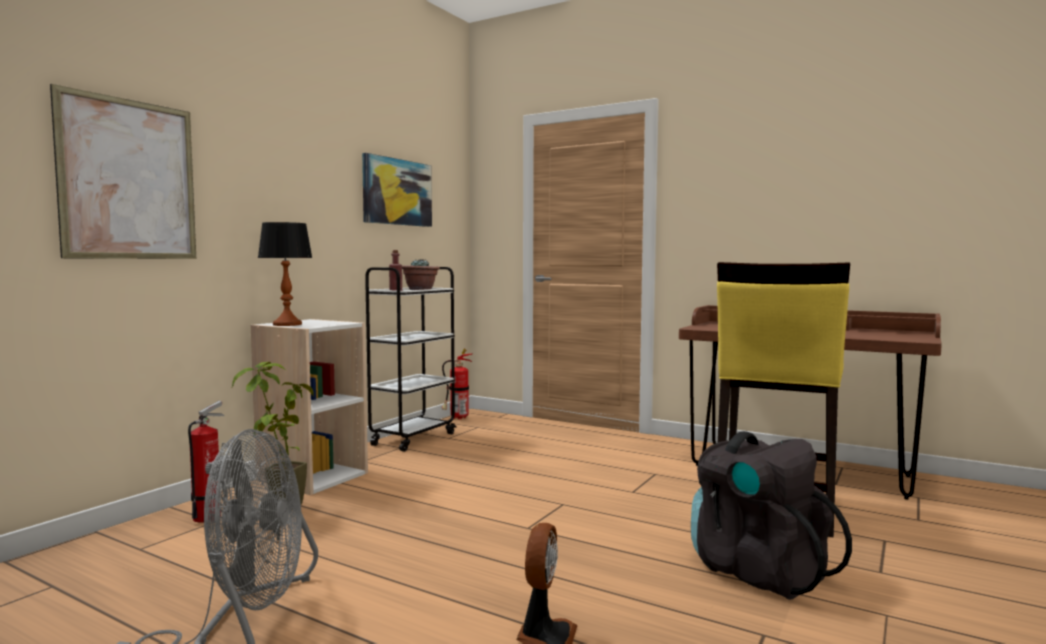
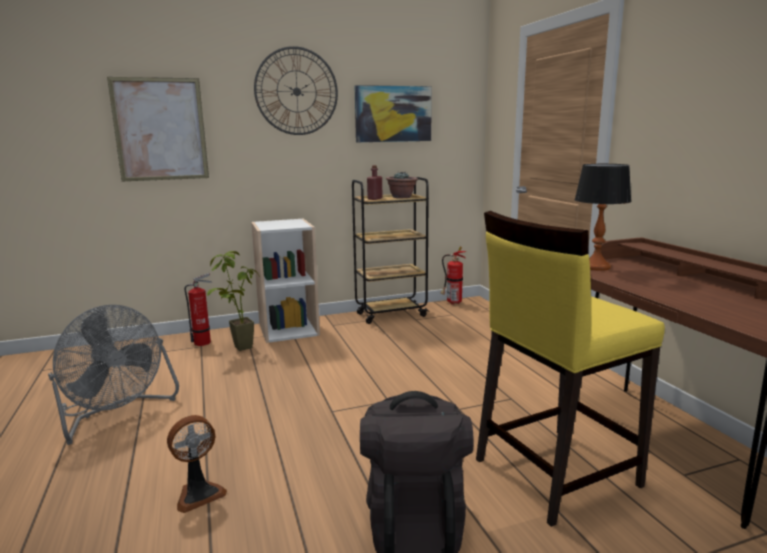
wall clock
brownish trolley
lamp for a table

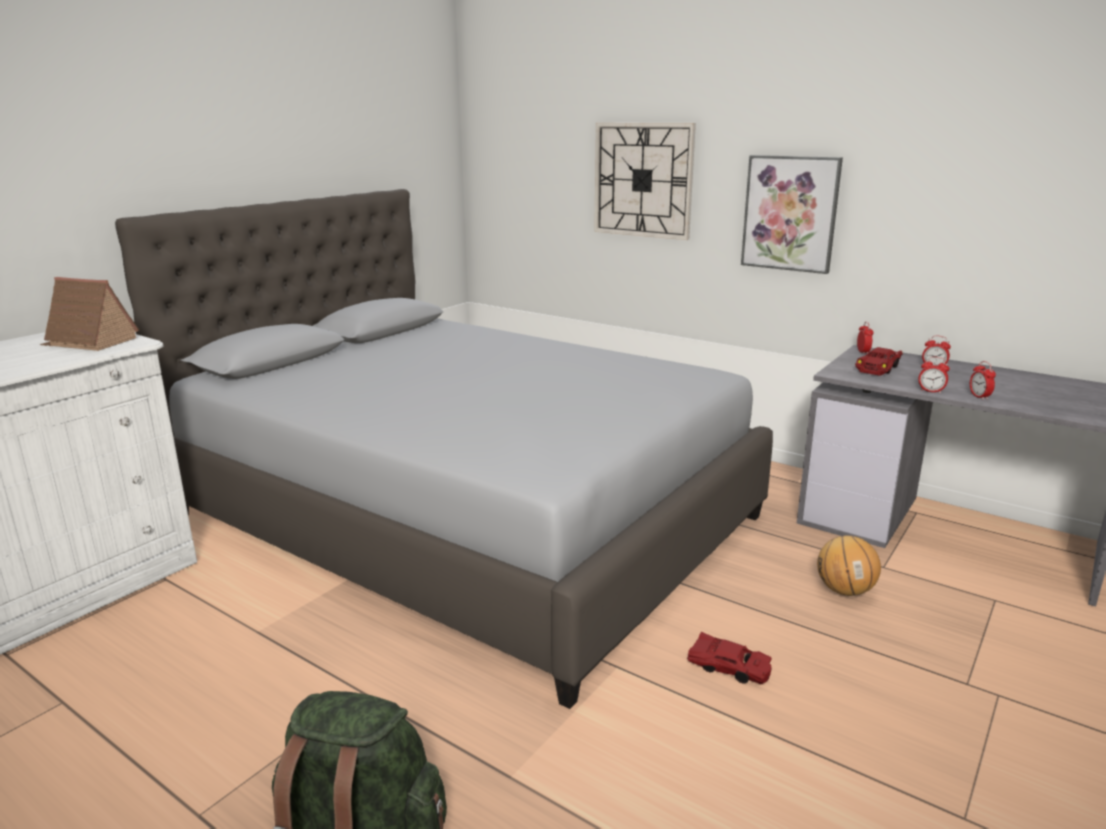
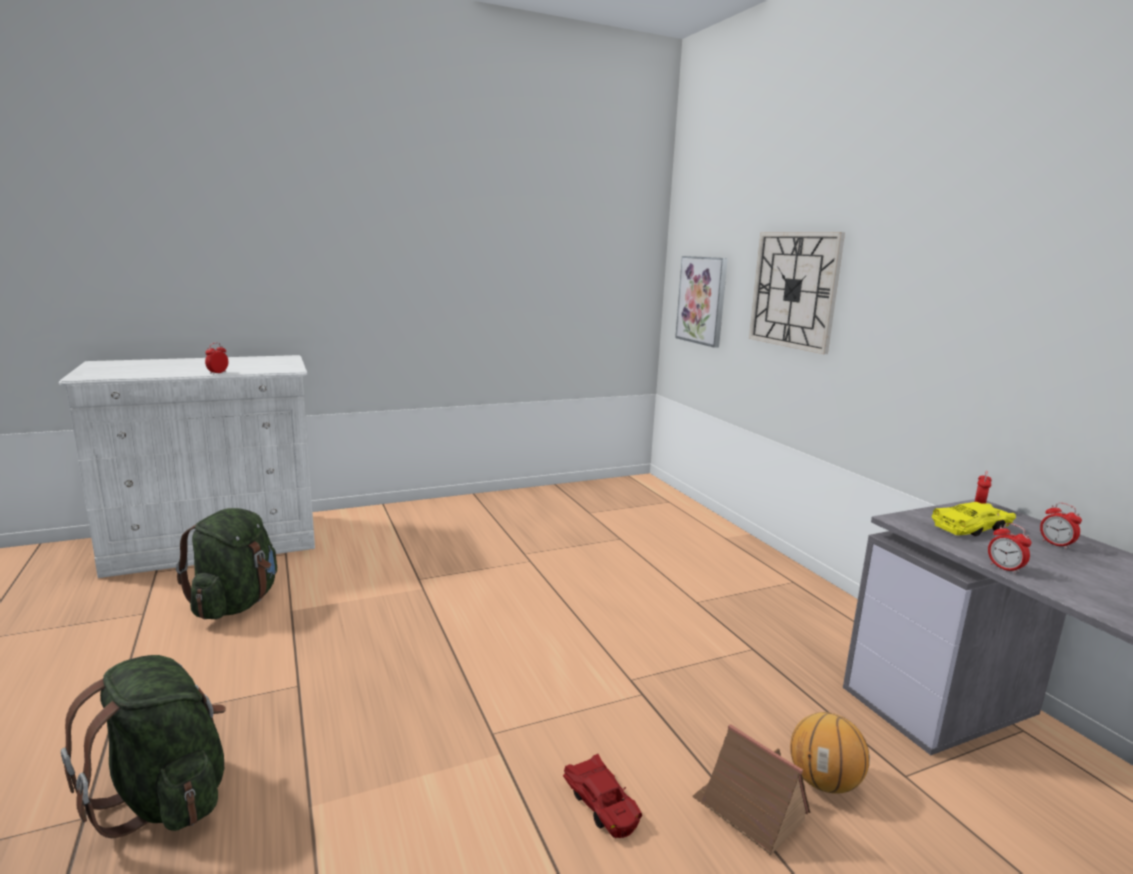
green backpack (2nd from left)
table clock (1st from left)
picture
miniature house
yellow-coloured model car
greyish sleeping bed

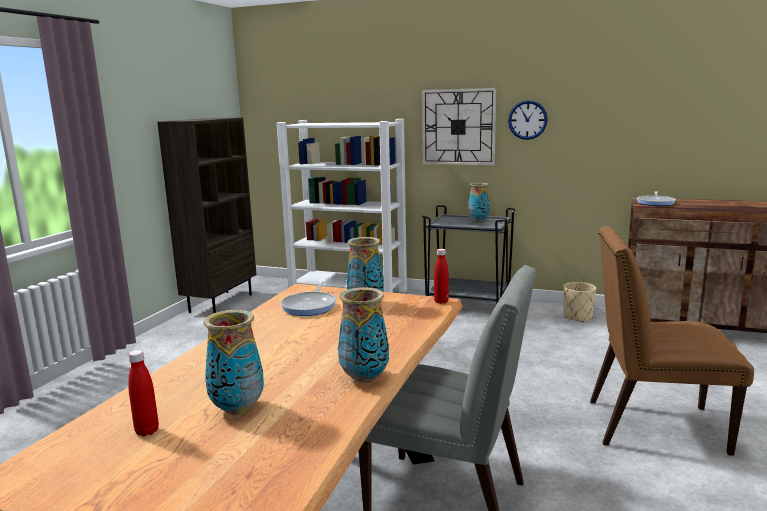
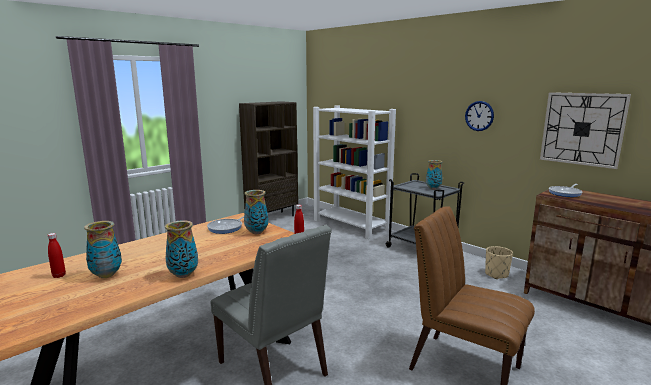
wall clock (2nd from left)

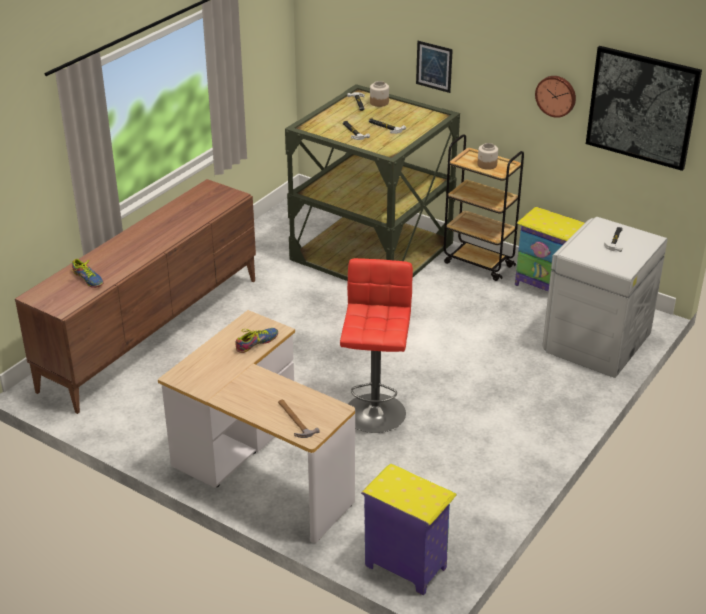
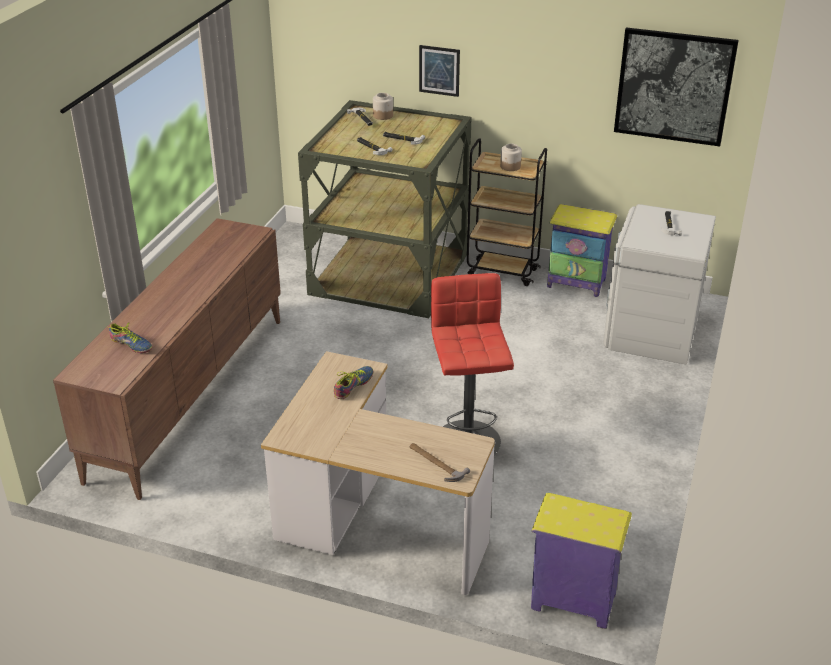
wall clock

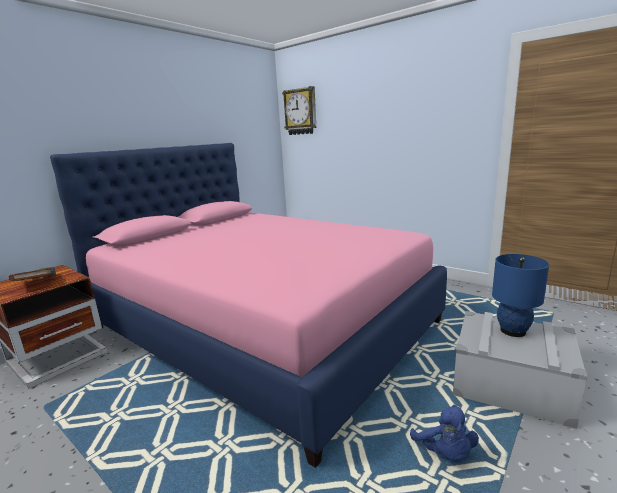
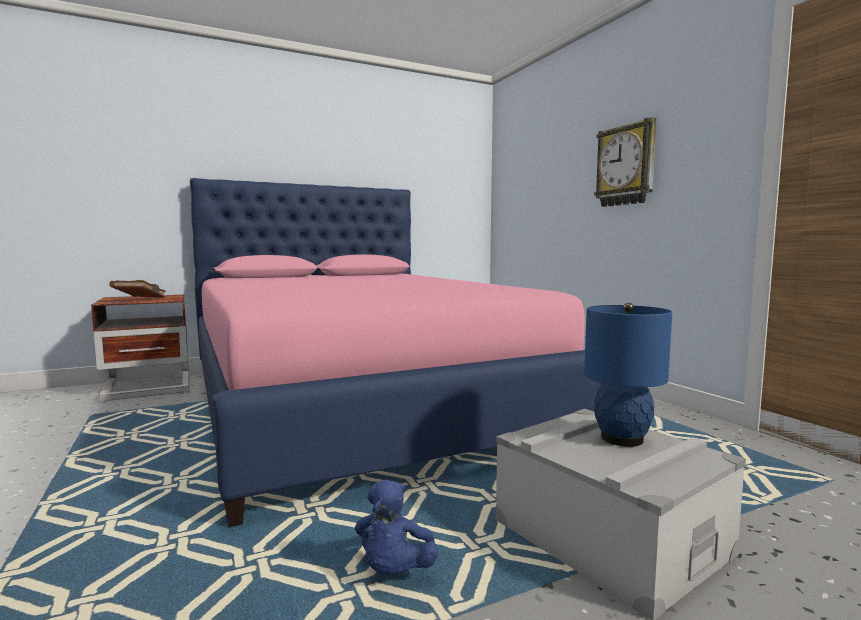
wall clock

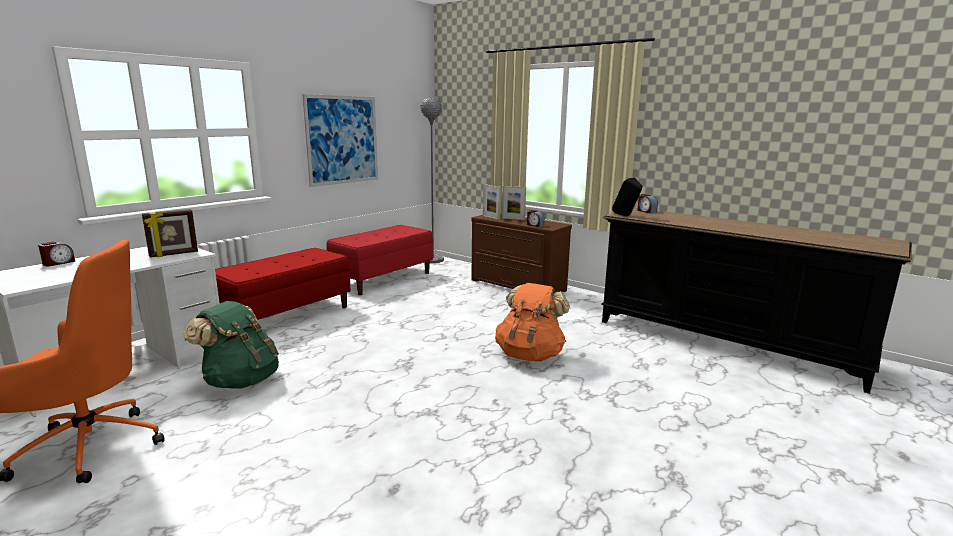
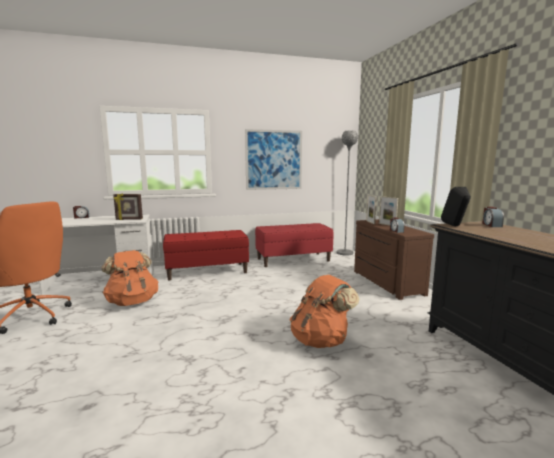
orange backpack (1st from left)

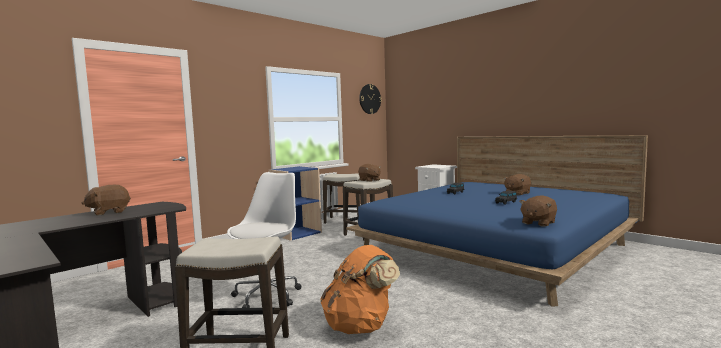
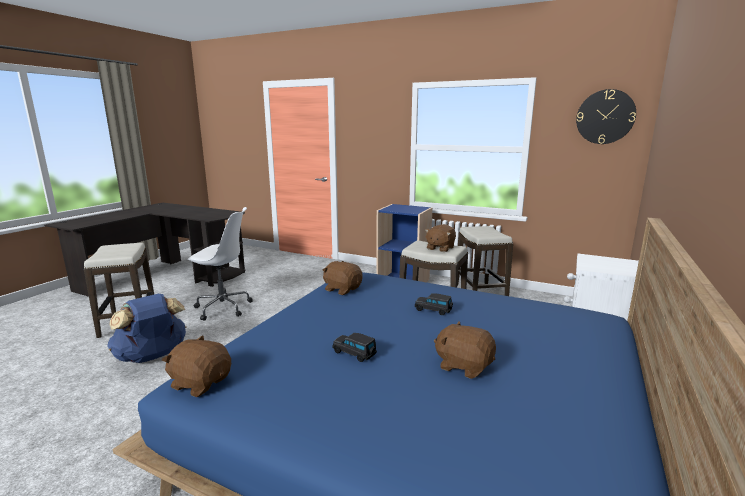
bluish backpack
brownish soft toy (2nd from left)

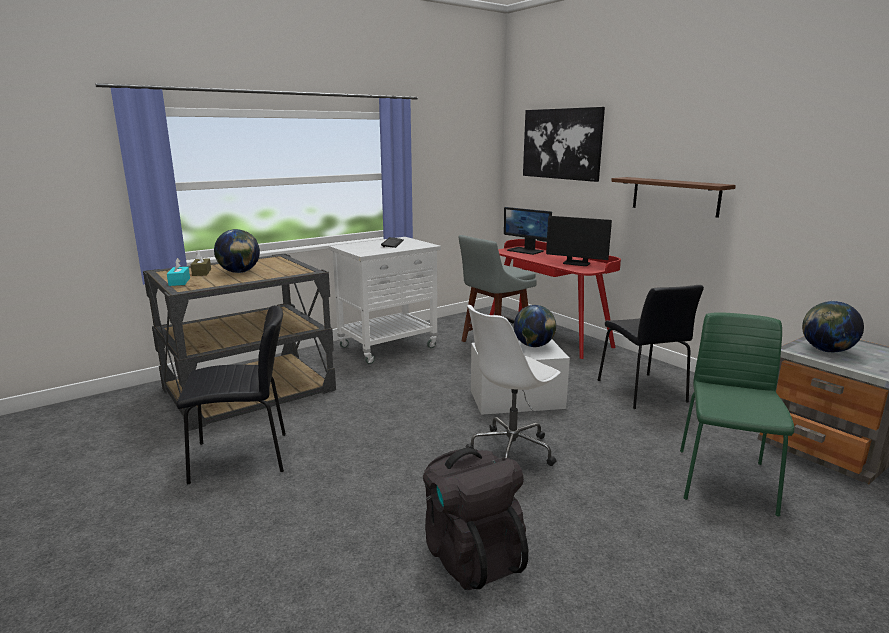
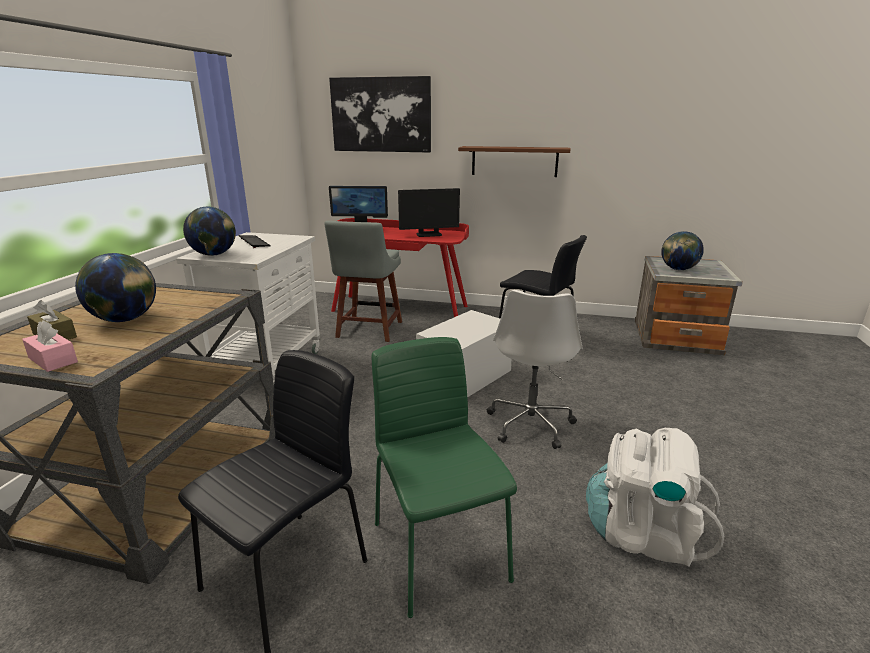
pink-coloured tissue holder
world globe (2nd from left)
green chair
whitish backpack

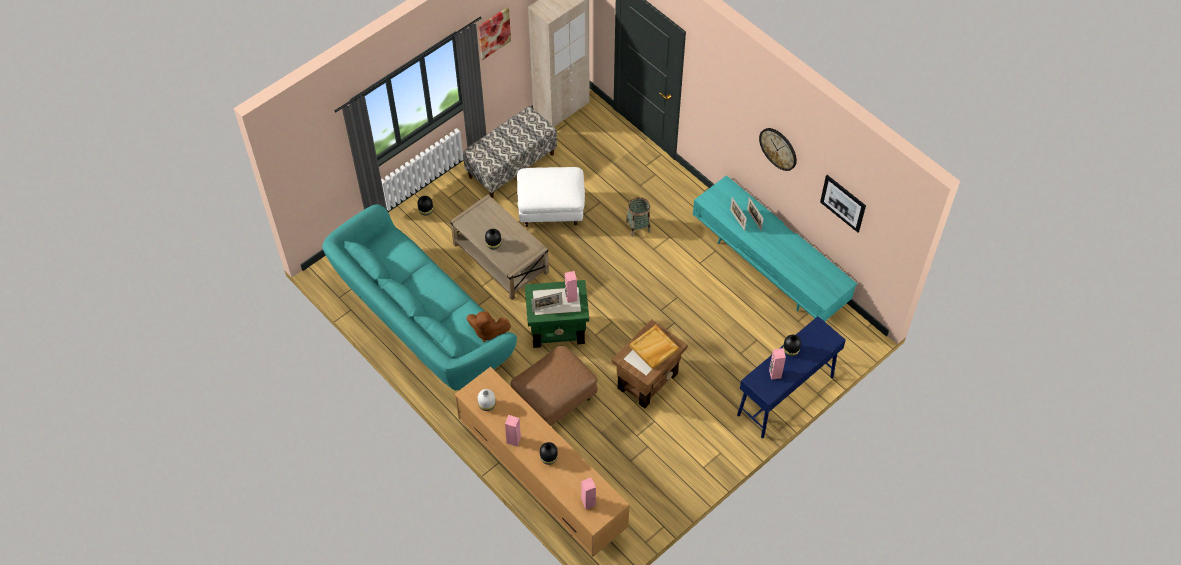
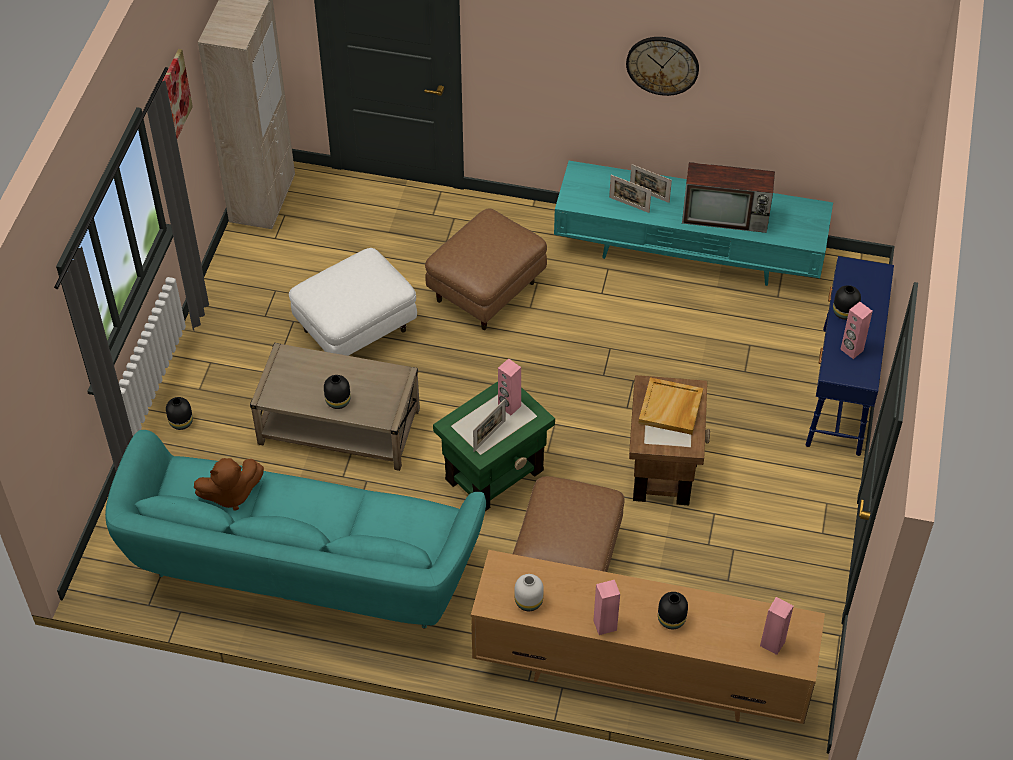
brownish soft toy
brownish footrest (1st from left)
television
bench
picture (2nd from left in the first image)

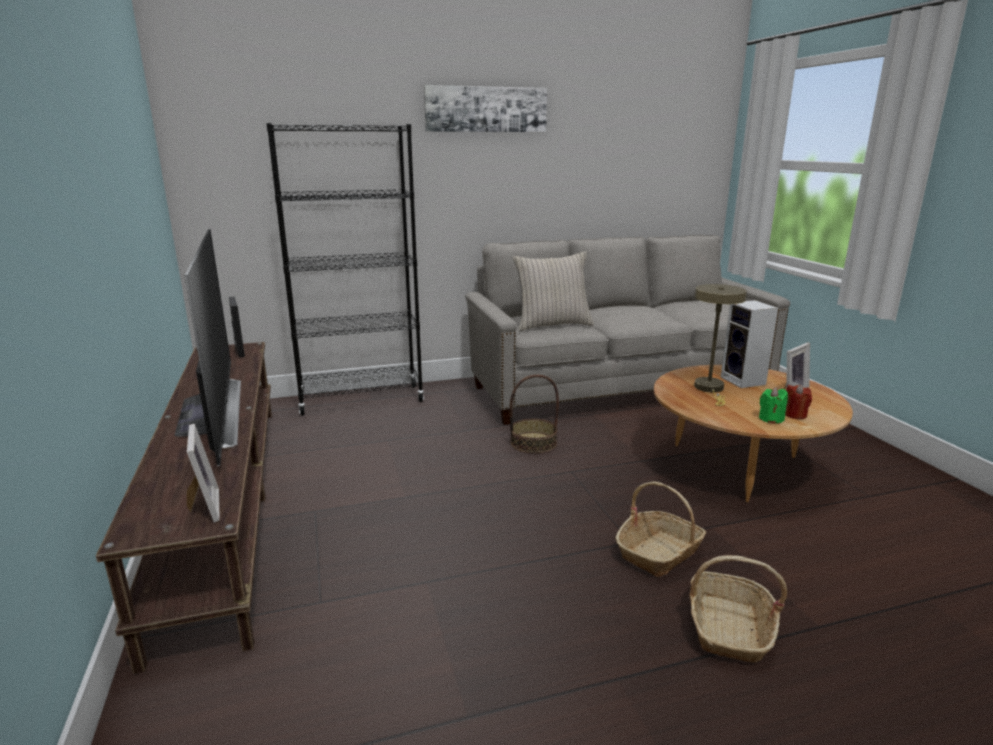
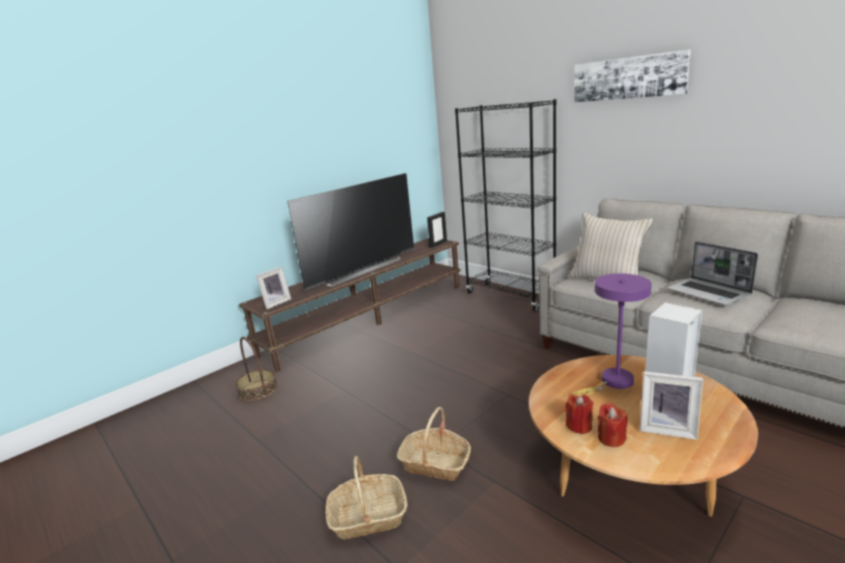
basket (1st from left)
red-coloured candle (1st from left)
purple-coloured lamp for a table
laptop

